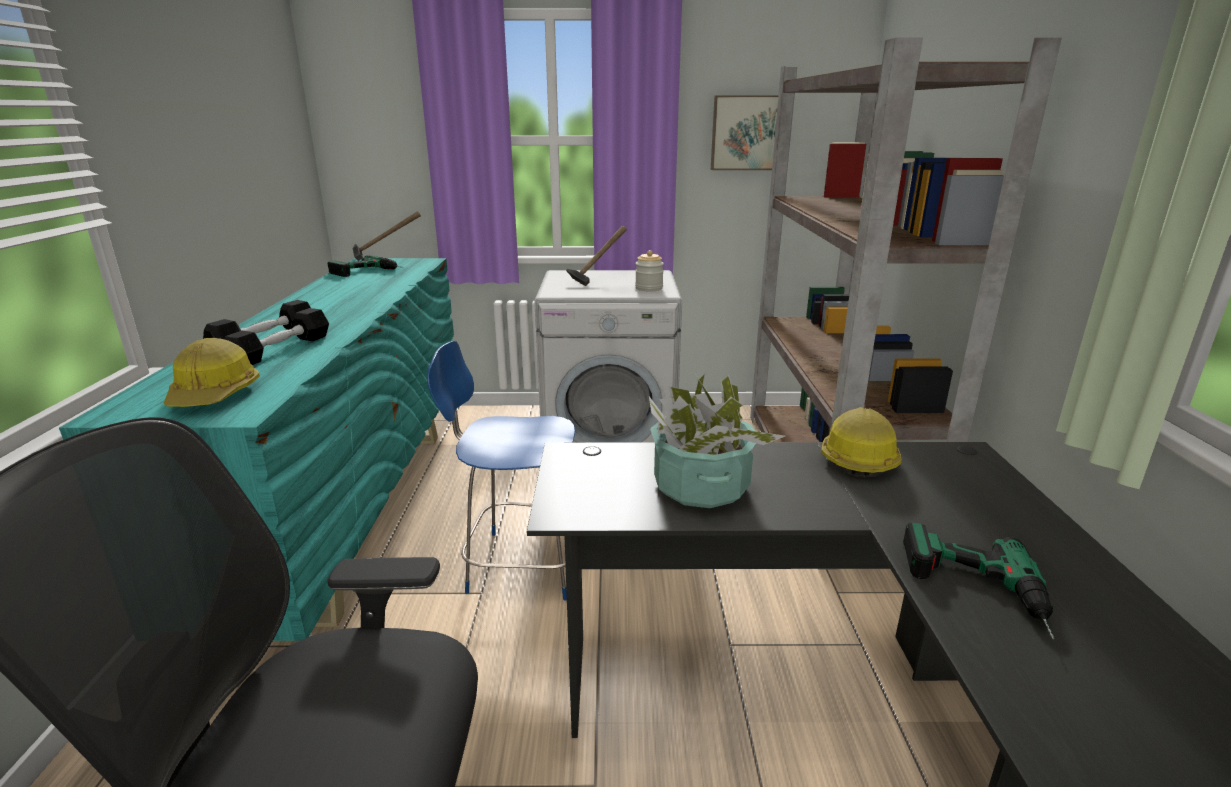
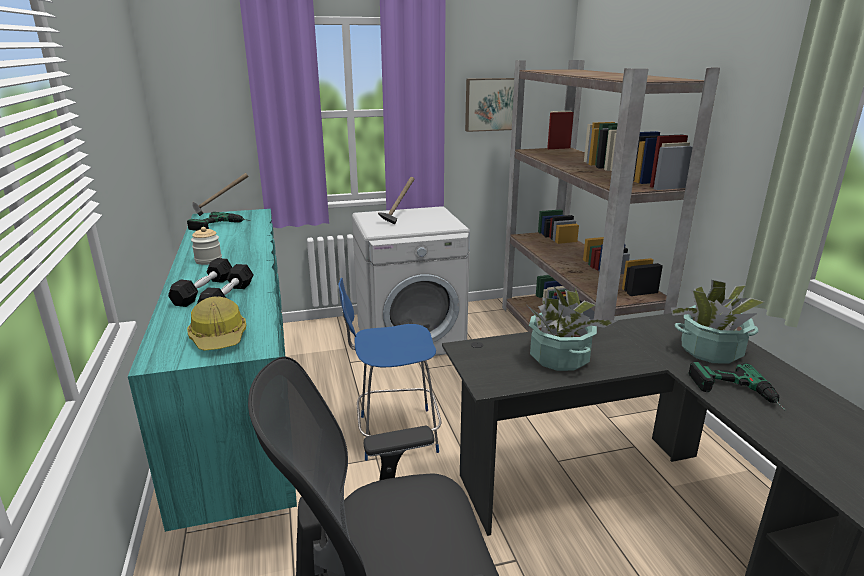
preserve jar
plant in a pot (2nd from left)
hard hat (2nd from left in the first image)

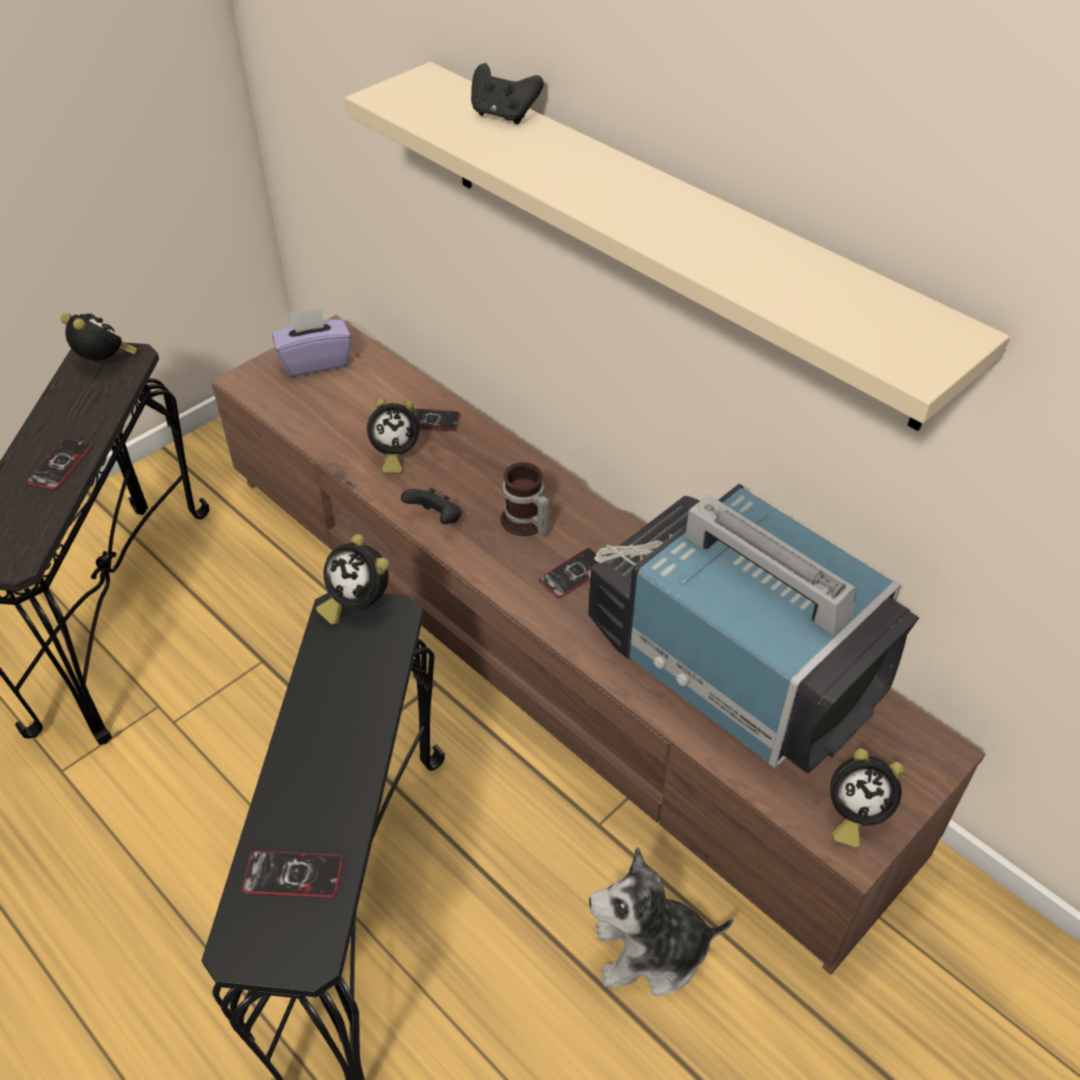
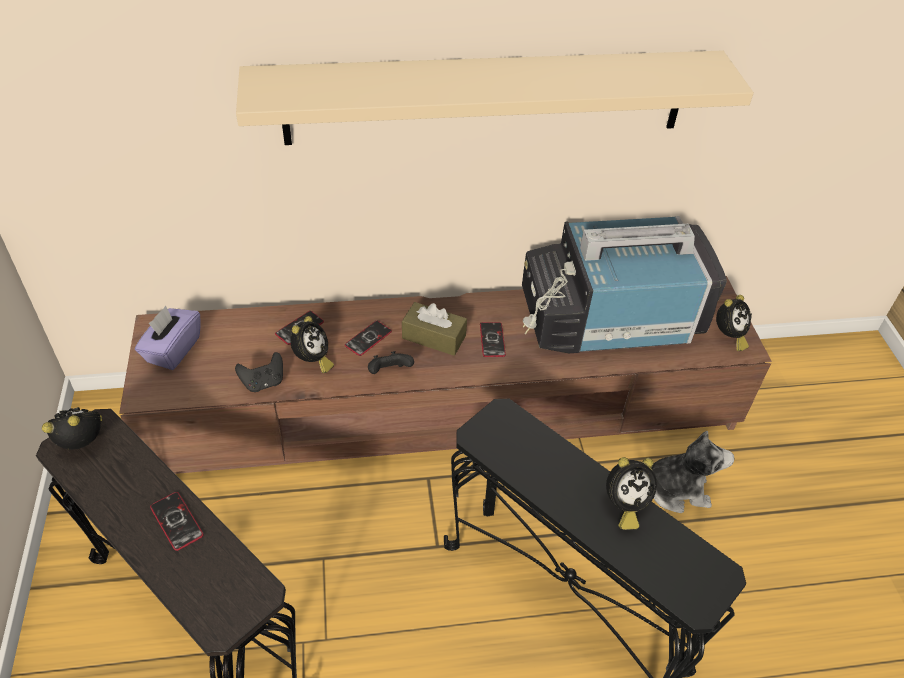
blackish joypad (1st from left)
phone (3rd from left)
brownish tissue holder
table clock (3rd from left)
soft toy

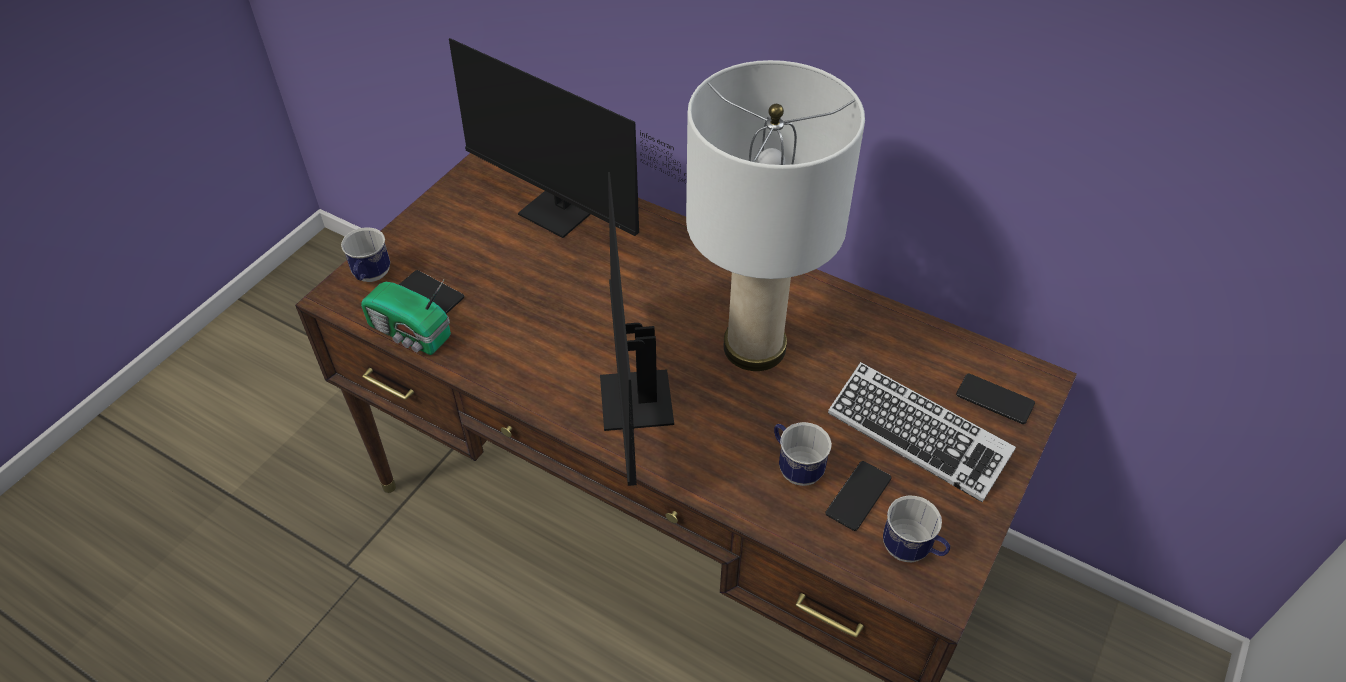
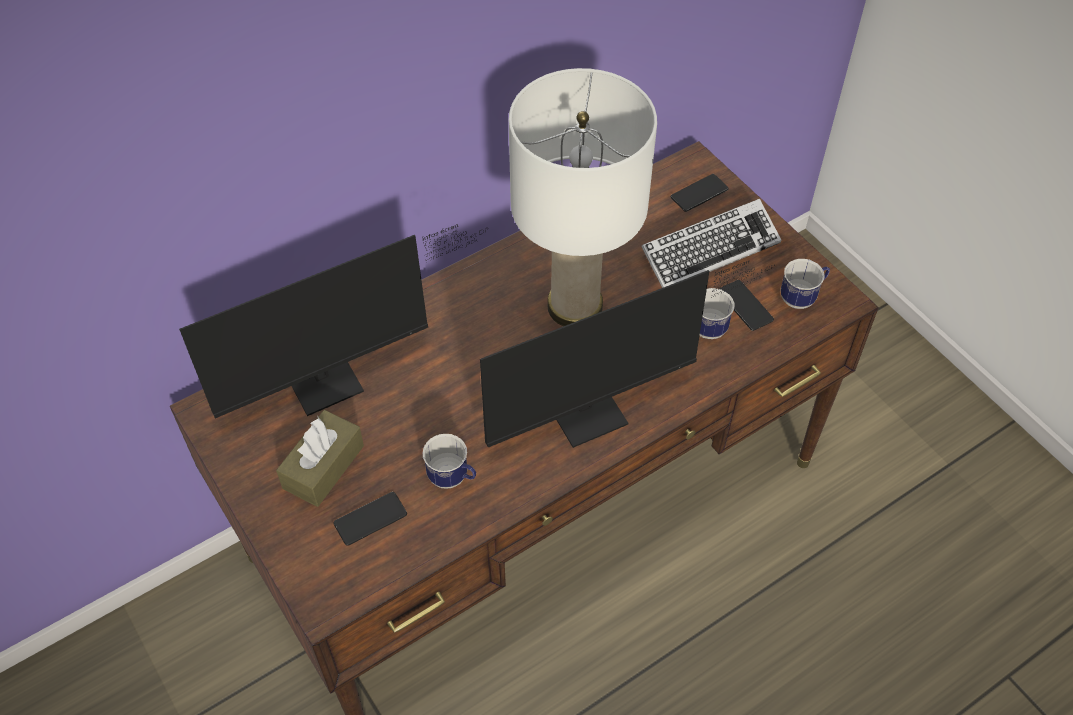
brownish tissue holder
mug (1st from left)
monitor (2nd from left)
radio receiver

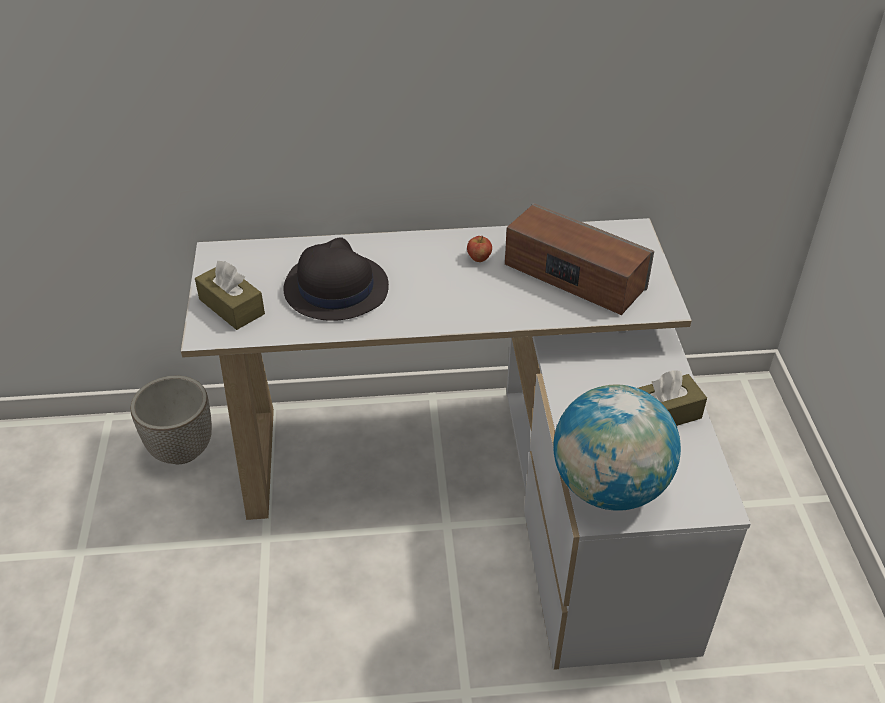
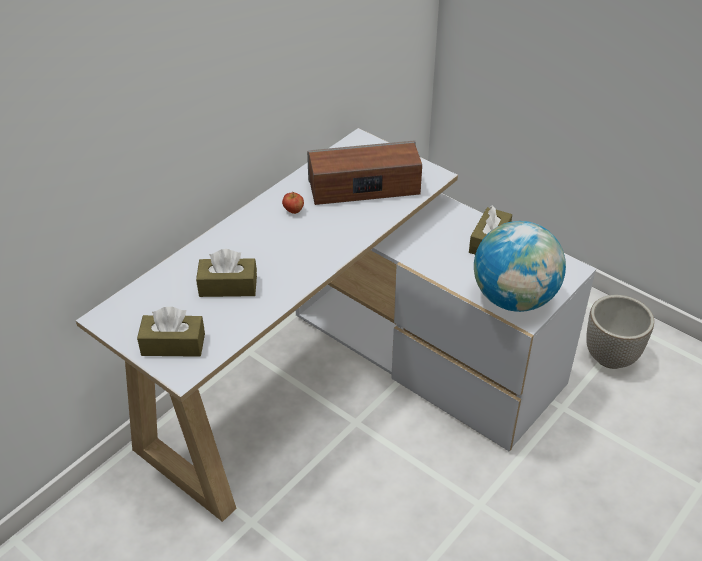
brownish tissue holder (2nd from left)
plant pot

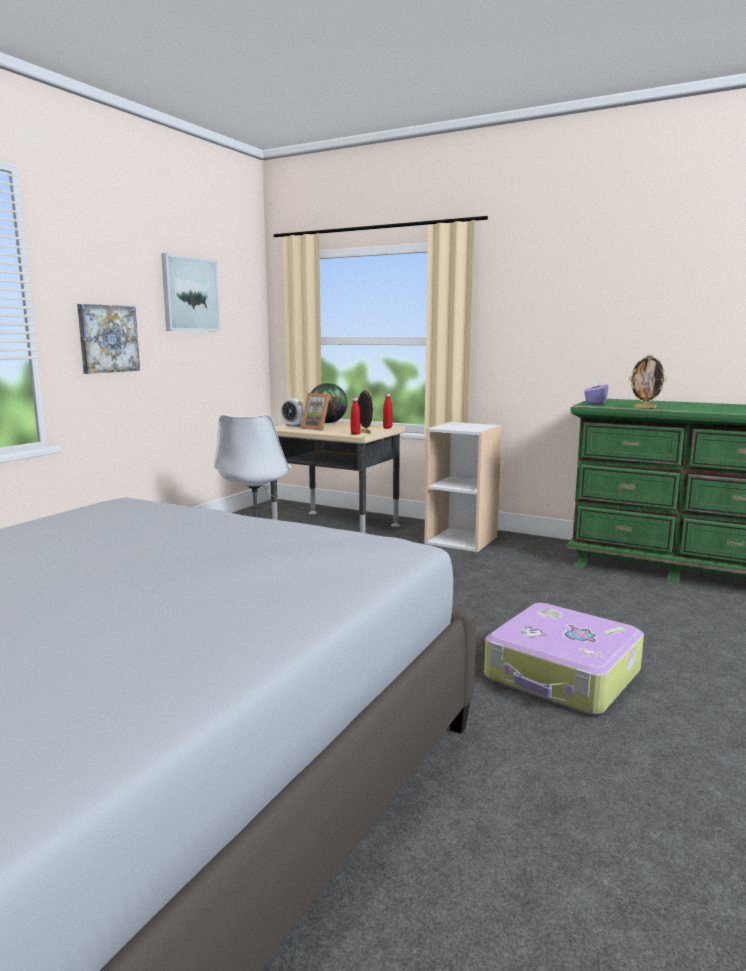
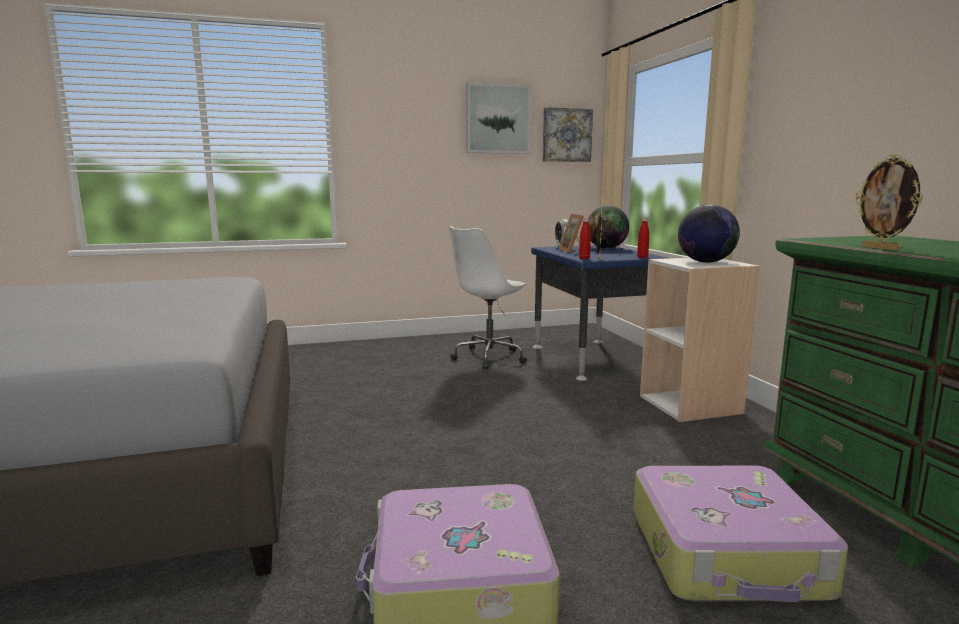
bluish desk unit
picture (2nd from left)
suitcase (2nd from left)
world globe (2nd from left)
purple-coloured tissue holder

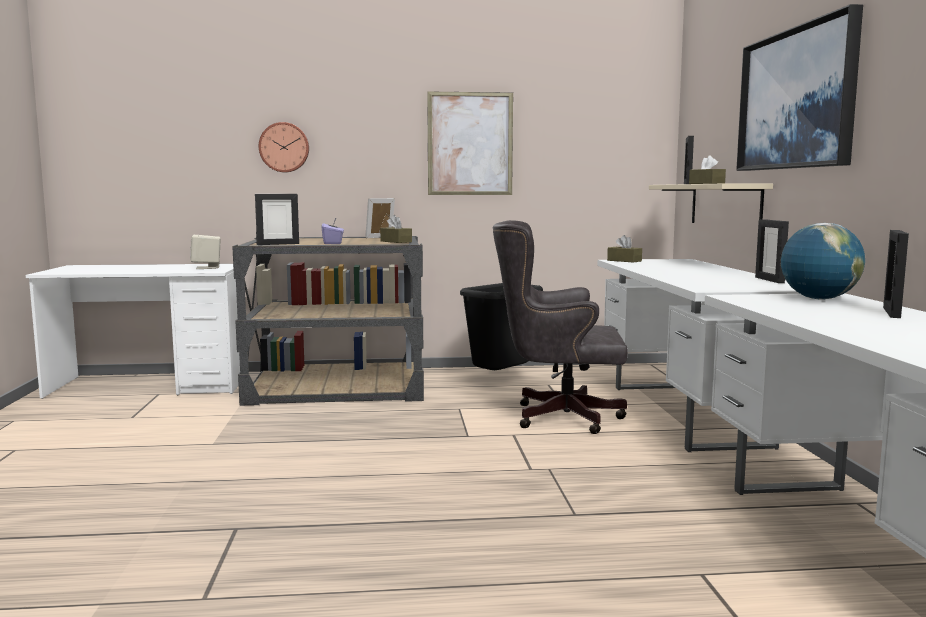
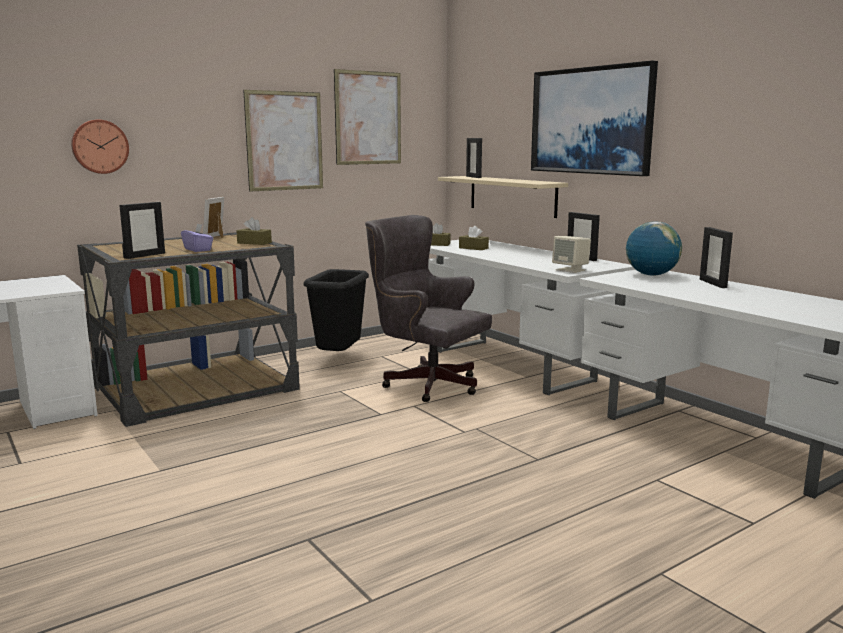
picture (2nd from left)
greyish computer chair
brownish tissue holder (3rd from left)
sand-coloured audio speaker

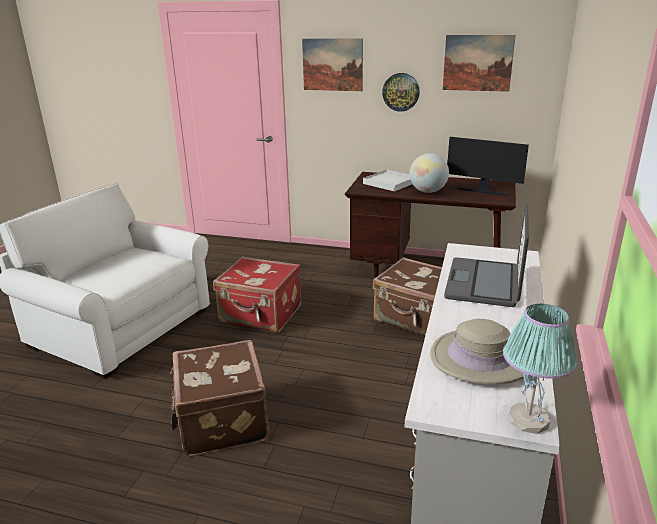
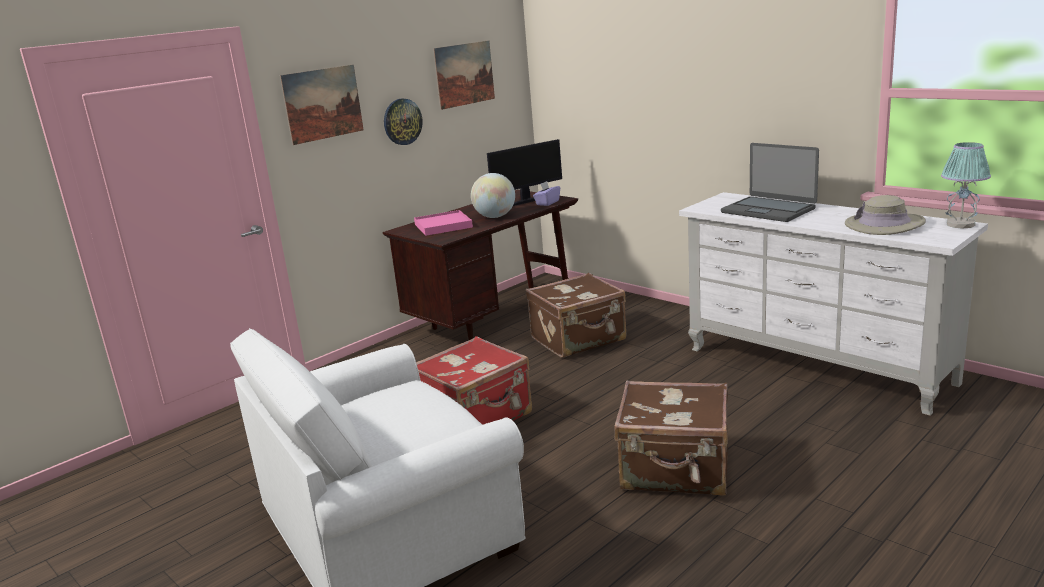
pink-coloured tray
purple-coloured tissue holder

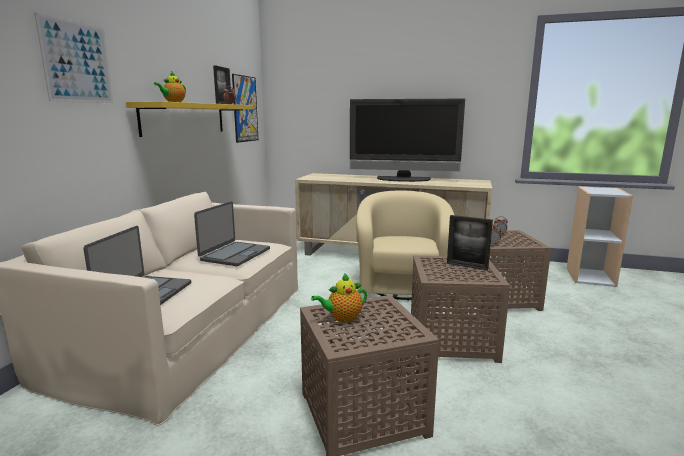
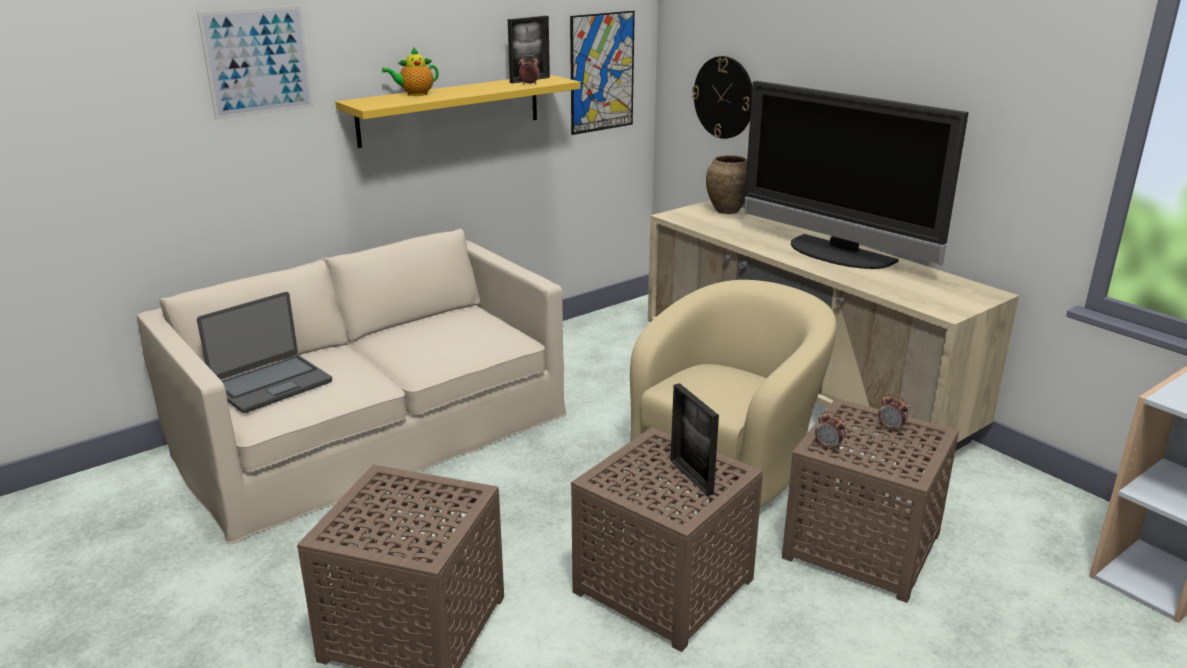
wall clock
brownish vase
laptop (2nd from left in the first image)
teapot (2nd from left in the first image)

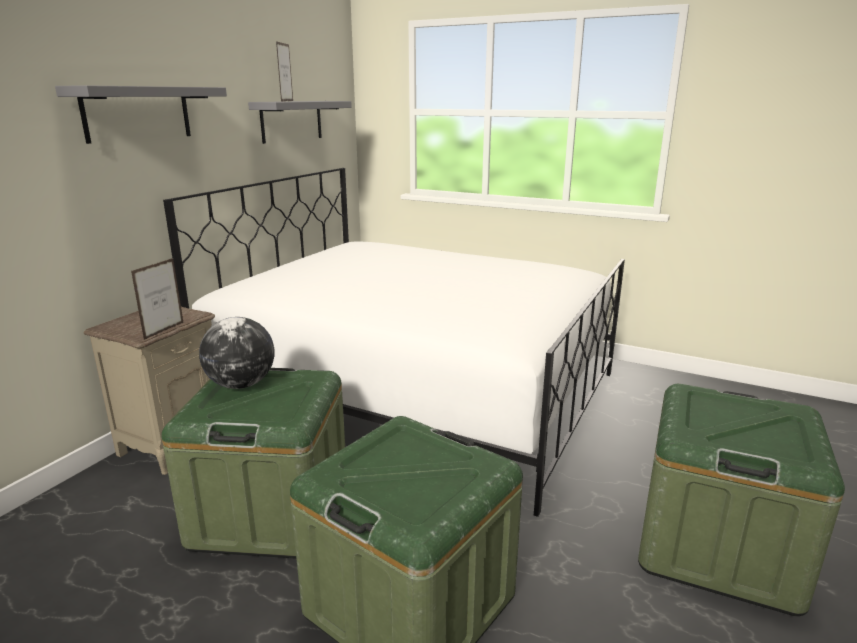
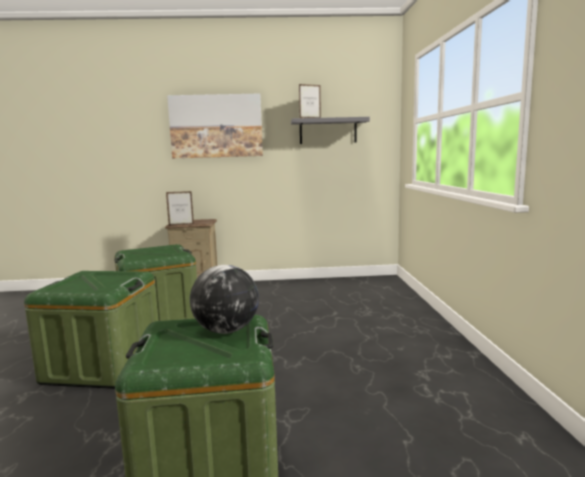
picture
world globe
whitish sleeping bed

